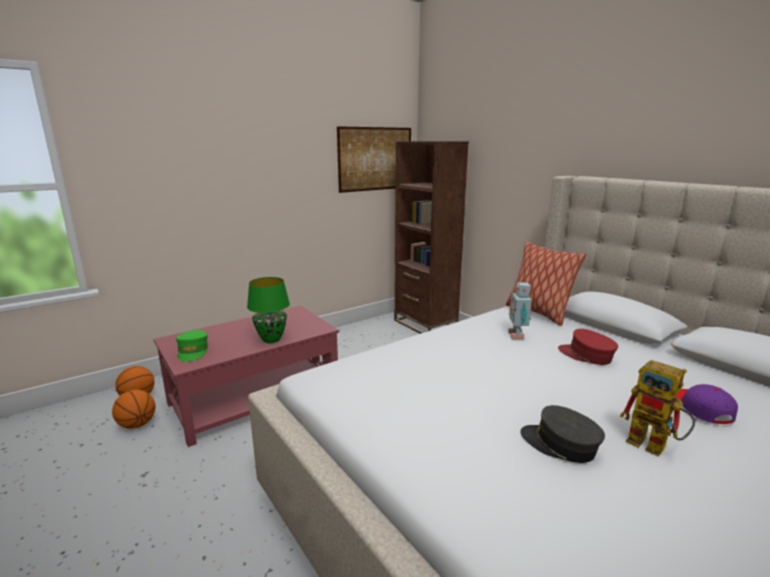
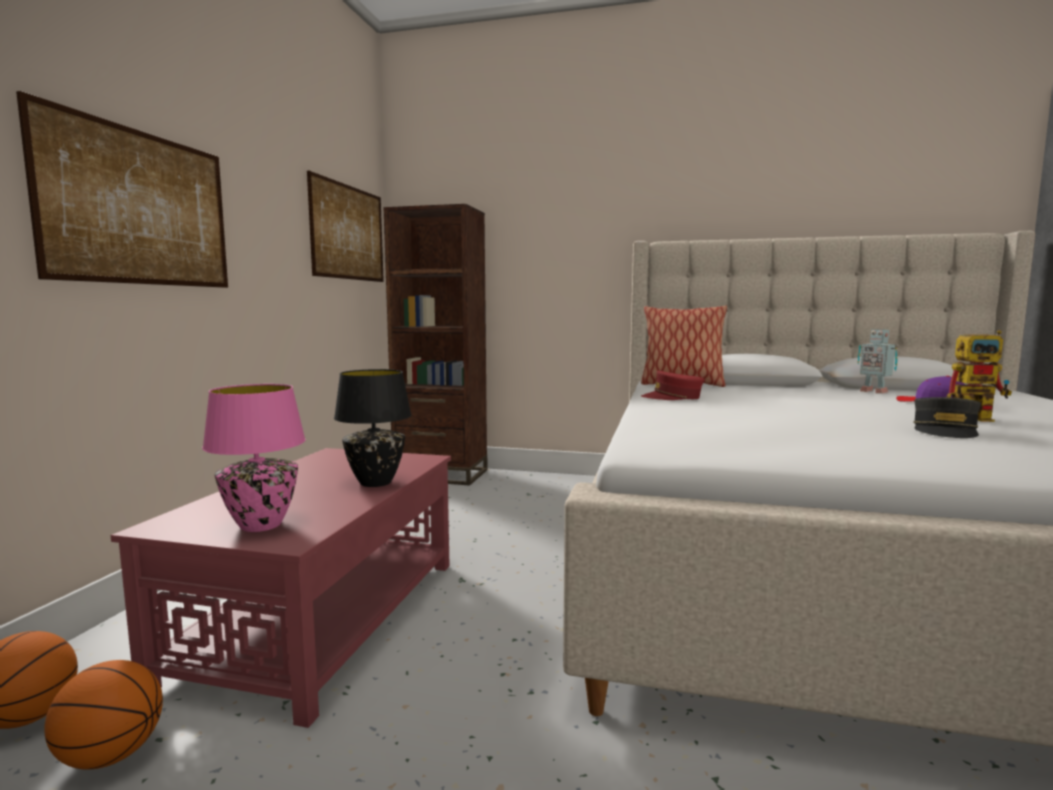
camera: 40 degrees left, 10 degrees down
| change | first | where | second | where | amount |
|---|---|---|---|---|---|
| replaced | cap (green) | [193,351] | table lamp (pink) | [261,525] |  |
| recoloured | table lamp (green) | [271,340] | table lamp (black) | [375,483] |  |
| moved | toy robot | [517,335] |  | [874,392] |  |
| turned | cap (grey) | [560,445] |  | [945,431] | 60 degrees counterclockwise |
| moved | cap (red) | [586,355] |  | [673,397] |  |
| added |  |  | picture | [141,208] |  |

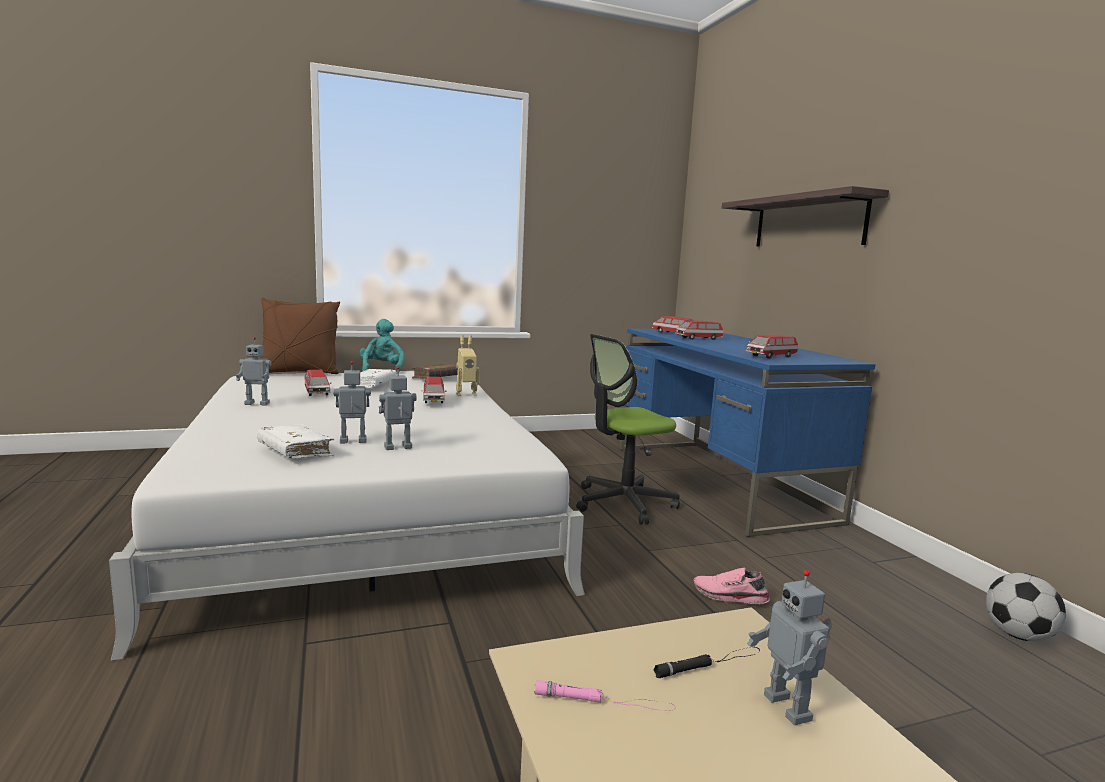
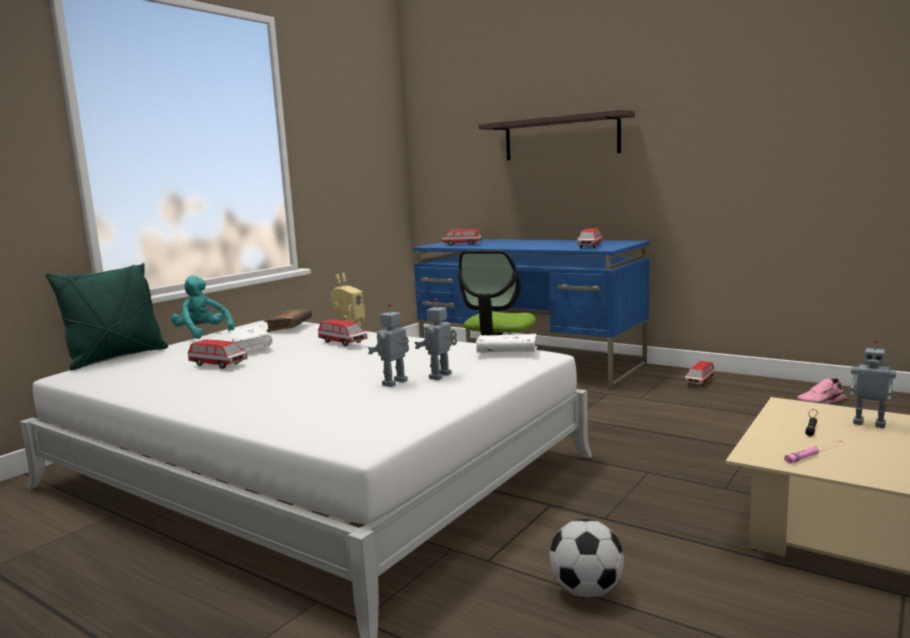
camera: 35 degrees left, 0 degrees up
| change | first | where | second | where | amount |
|---|---|---|---|---|---|
| removed | toy robot | [258,403] |  |  |  |
| moved | book (white) | [295,452] |  | [507,353] |  |
| recoloured | pillow (brown) | [299,373] | pillow (green) | [117,358] |  |
| moved | toy car | [698,338] |  | [699,381] |  |
| moved | shoe (pink) | [729,597] |  | [822,402] |  |
| moved | football | [1017,635] |  | [586,591] |  |

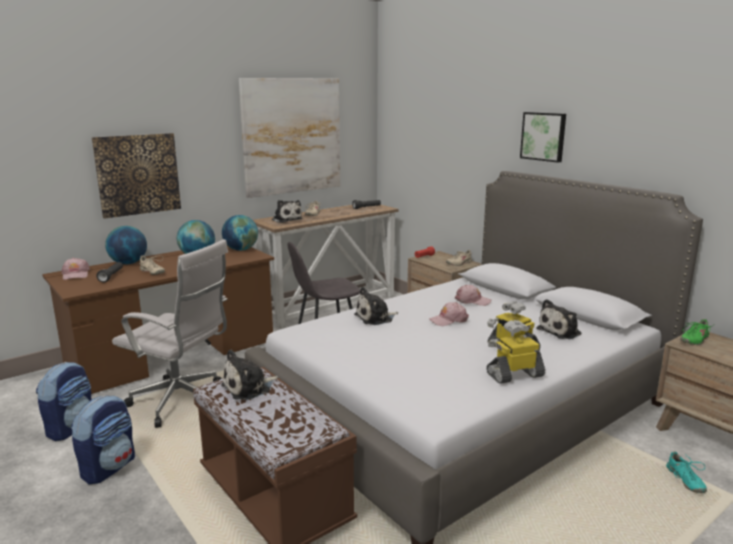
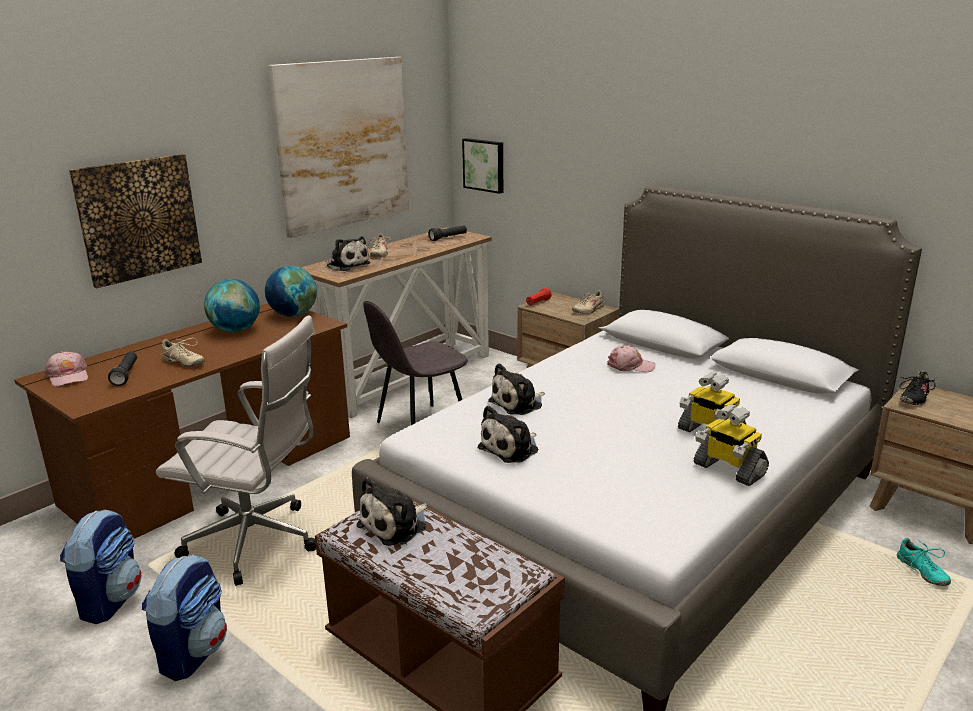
camera: 10 degrees left, 5 degrees up
| change | first | where | second | where | amount |
|---|---|---|---|---|---|
| removed | globe | [128,263] |  |  |  |
| removed | cap (pink) | [448,320] |  |  |  |
| turned | toy robot | [514,375] |  | [728,469] | 105 degrees counterclockwise |
| moved | picture | [543,136] |  | [484,165] |  |
| moved | plush toy | [561,331] |  | [511,448] |  |
| recoloured | shoe (green) | [693,340] | shoe (black) | [913,398] |  |

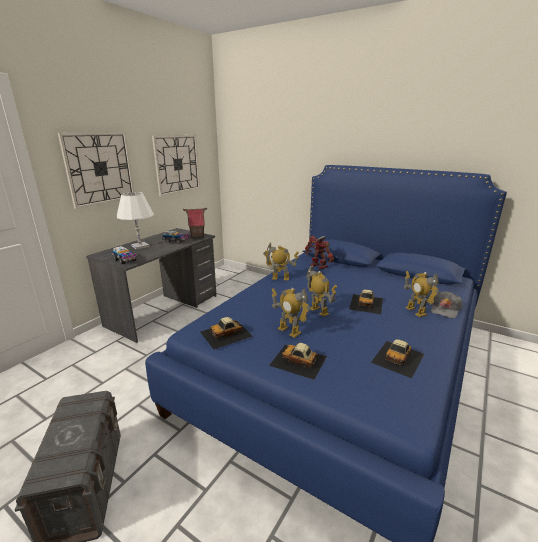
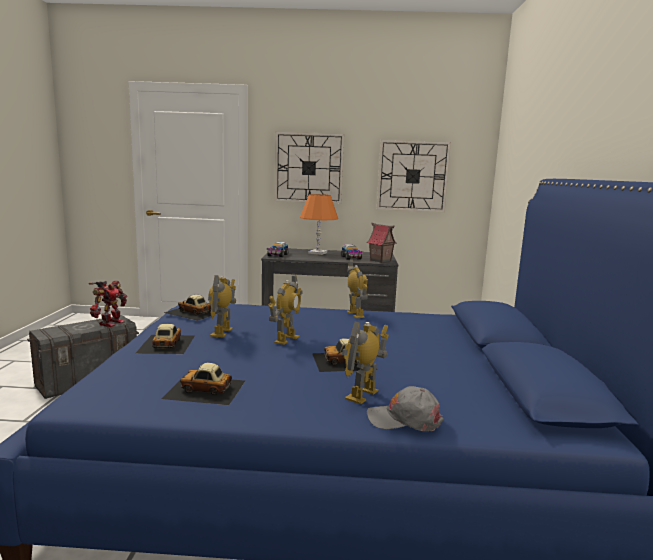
camera: 60 degrees right, 10 degrees down
| change | first | where | second | where | amount |
|---|---|---|---|---|---|
| recoloured | table lamp (white) | [140,246] | table lamp (orange) | [317,253] |  |
| moved | toy robot | [318,266] |  | [110,323] |  |

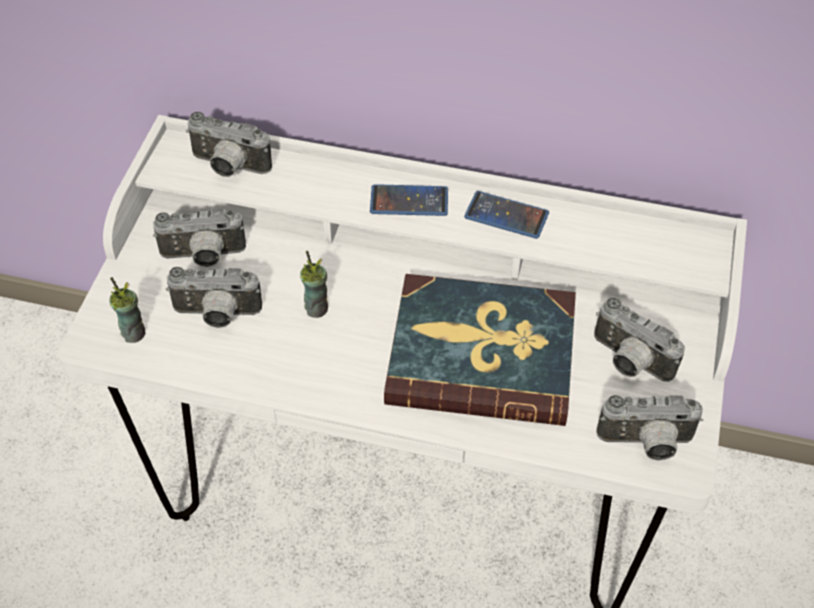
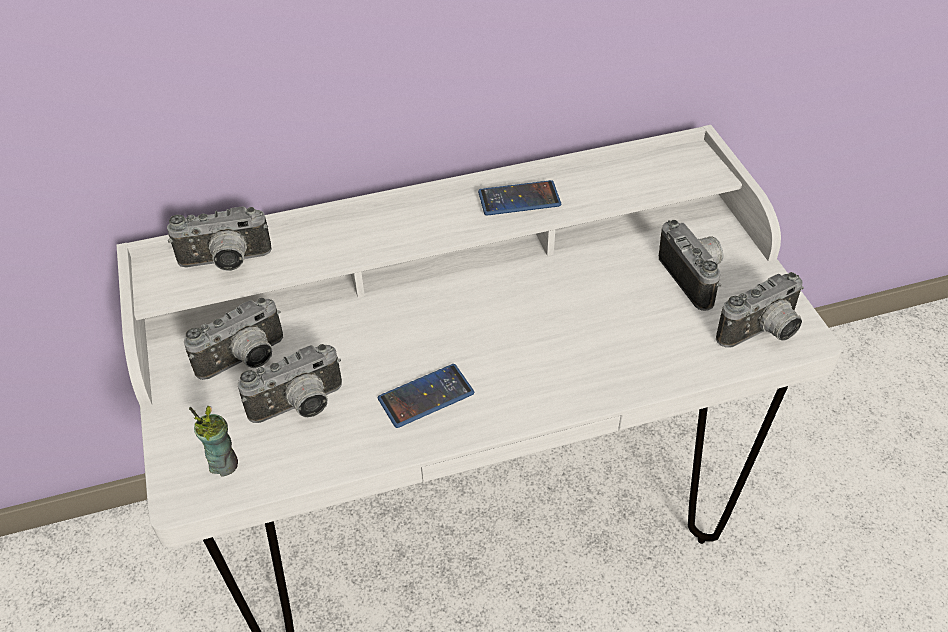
camera: 30 degrees left, 5 degrees down
| change | first | where | second | where | amount |
|---|---|---|---|---|---|
| removed | cup | [317,308] |  |  |  |
| moved | phone | [409,201] |  | [426,396] |  |
| removed | book | [481,354] |  |  |  |
| turned | photo camera | [628,362] |  | [694,277] | 120 degrees counterclockwise |

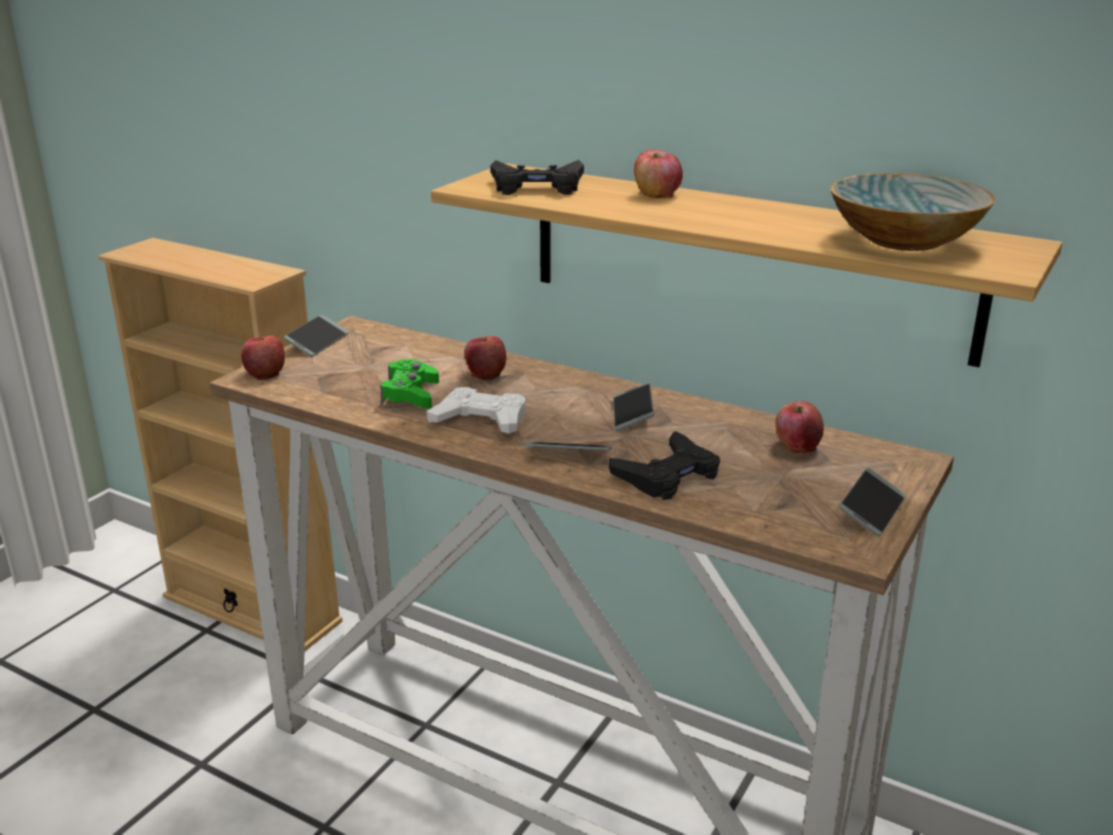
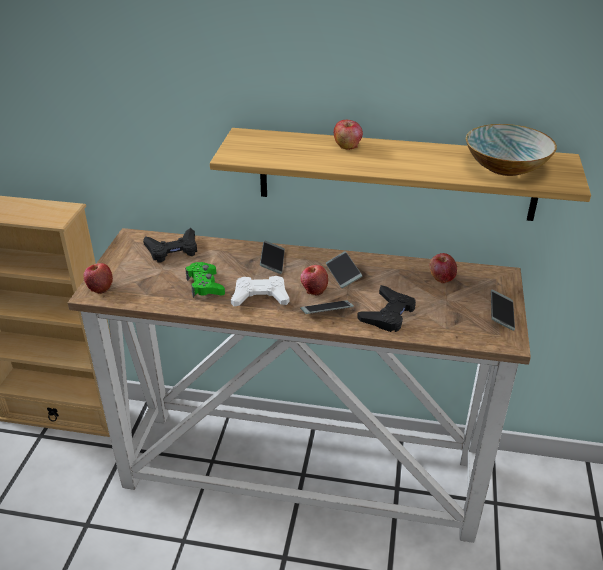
camera: 20 degrees left, 10 degrees up
| change | first | where | second | where | amount |
|---|---|---|---|---|---|
| moved | phone | [317,342] |  | [272,261] |  |
| moved | apple | [485,373] |  | [314,289] |  |
| moved | game controller (black) | [537,186] |  | [173,250] |  |

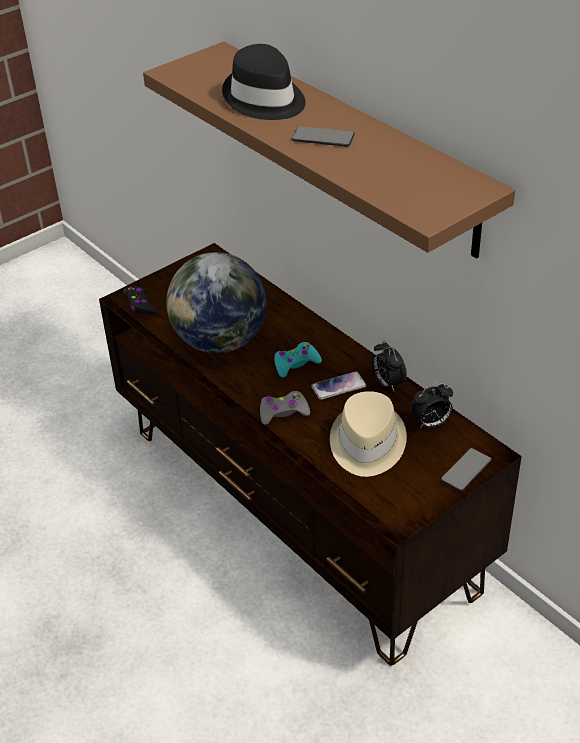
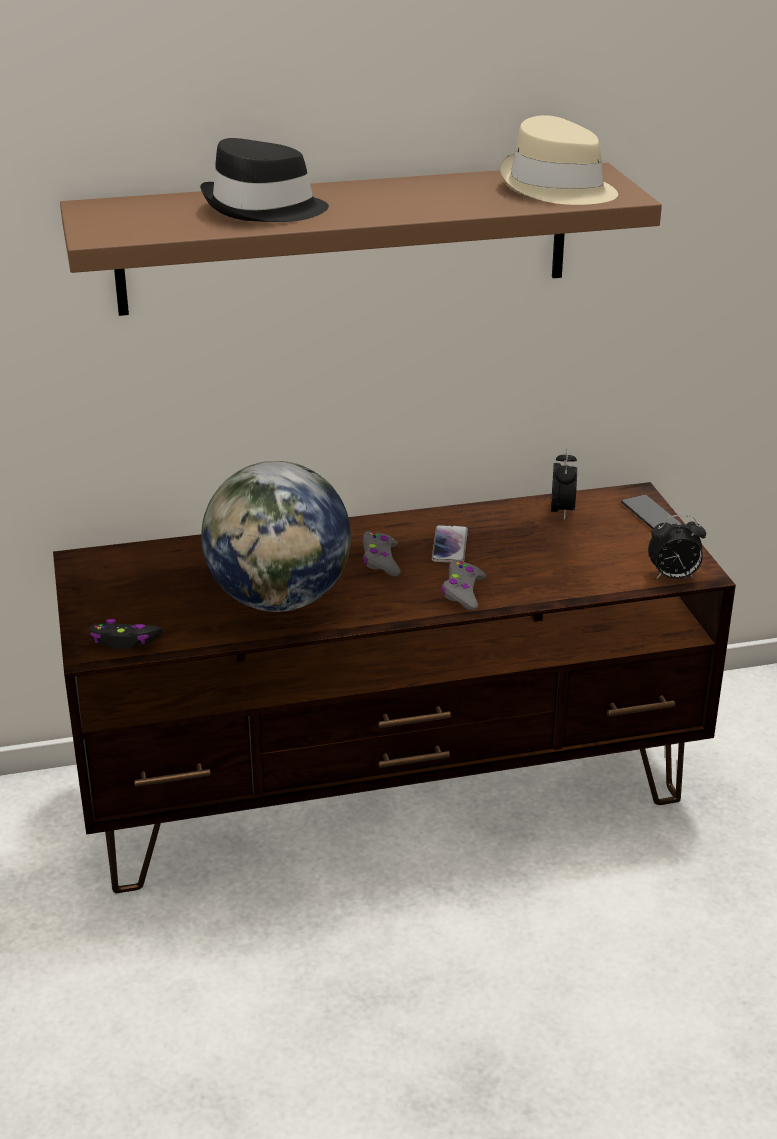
camera: 65 degrees left, 10 degrees down
| change | first | where | second | where | amount |
|---|---|---|---|---|---|
| recoloured | game controller (turquoise) | [296,364] | game controller (grey) | [380,560] |  |
| removed | phone | [323,138] |  |  |  |
| moved | hat (beige) | [366,443] |  | [557,188] |  |
| moved | alarm clock | [387,383] |  | [673,577] |  |

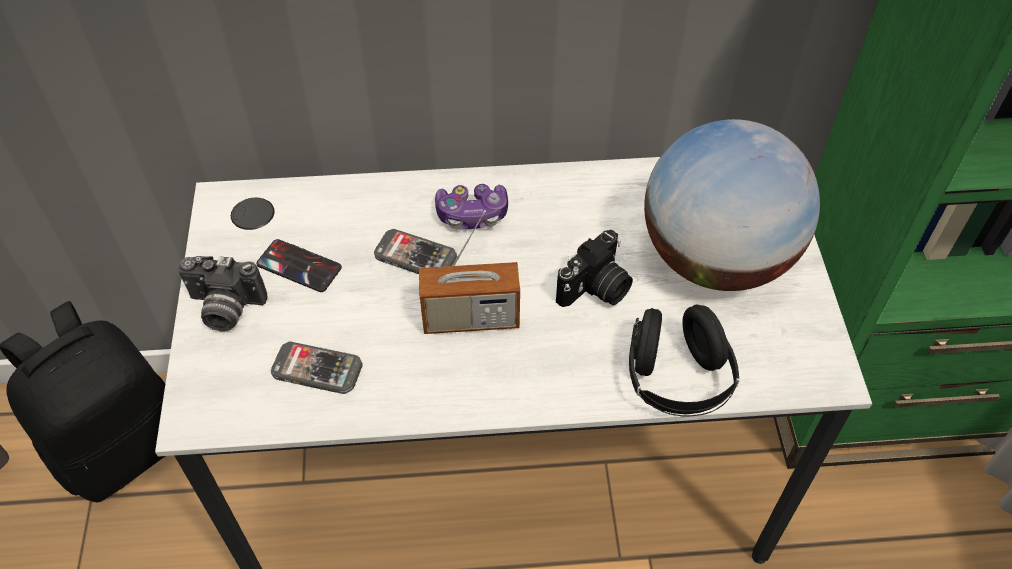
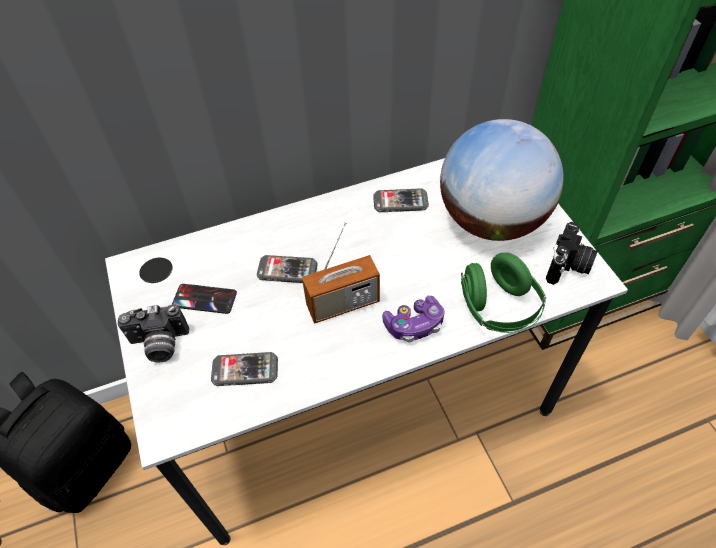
camera: 15 degrees left, 0 degrees up
| change | first | where | second | where | amount |
|---|---|---|---|---|---|
| moved | game controller | [472,214] |  | [414,325] |  |
| moved | photo camera | [596,289] |  | [568,266] |  |
| recoloured | headphones (black) | [676,379] | headphones (green) | [498,308] |  |
| added |  |  | phone | [400,202] |  |

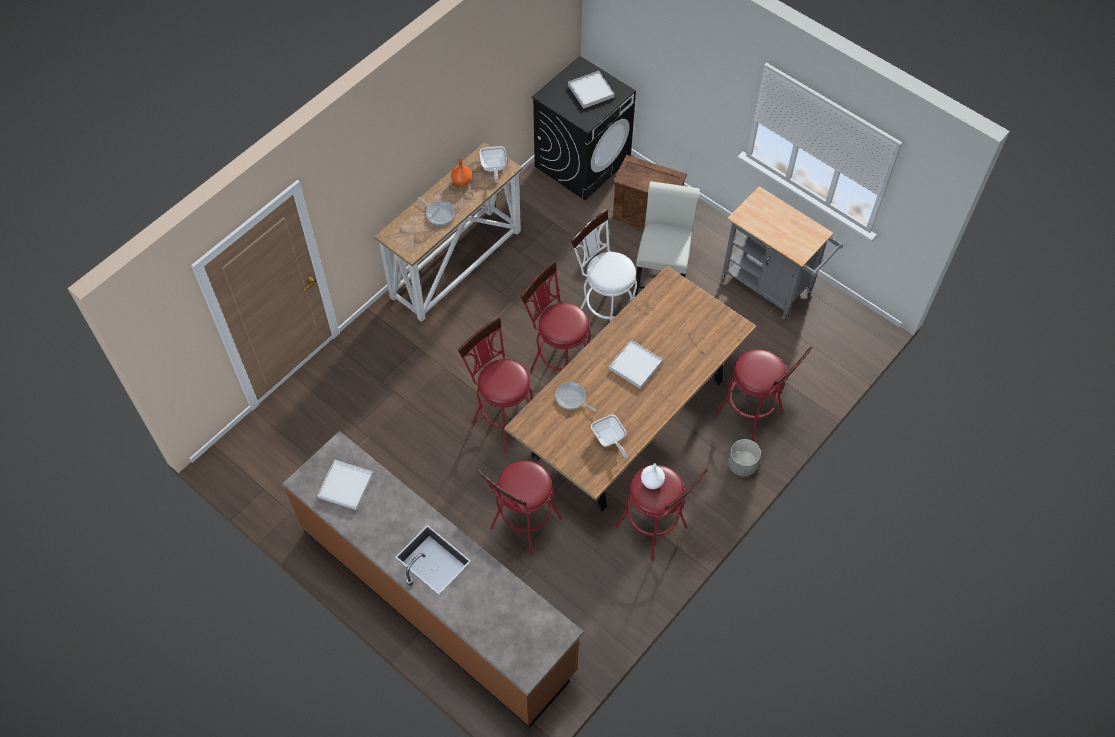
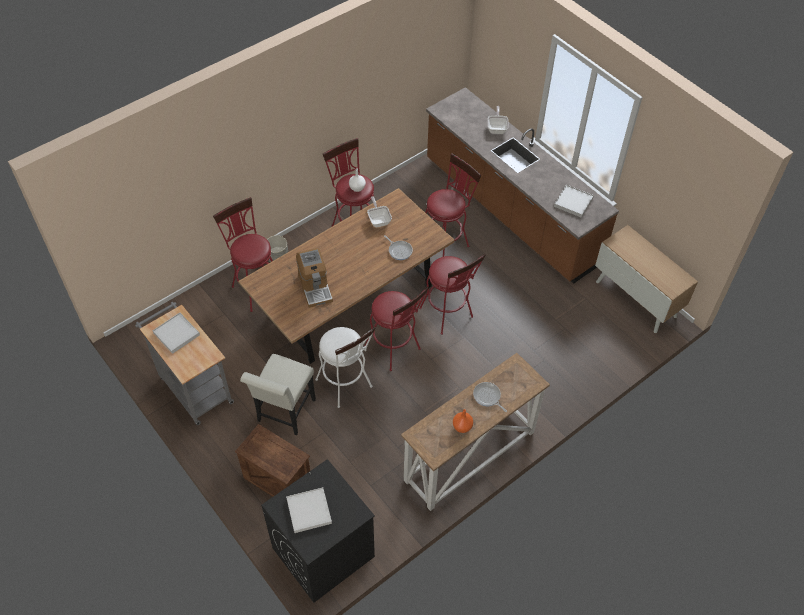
camera: 170 degrees left, 5 degrees down
| change | first | where | second | where | amount |
|---|---|---|---|---|---|
| moved | frying pan | [493,168] |  | [497,128] |  |
| moved | tray (white) | [635,365] |  | [176,334] |  |
| added |  |  | coffee machine | [315,287] |  |
| added |  |  | cabinet | [636,299] |  |

